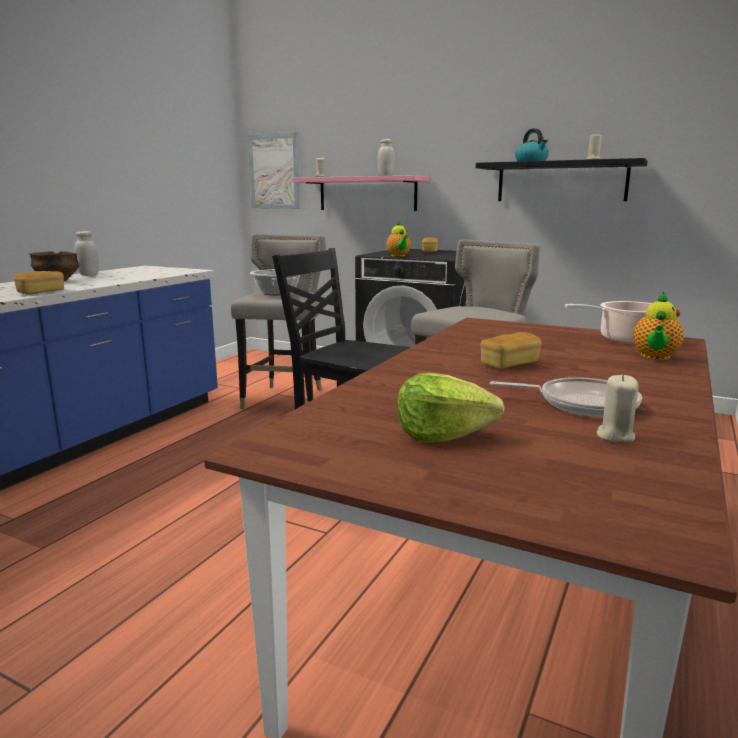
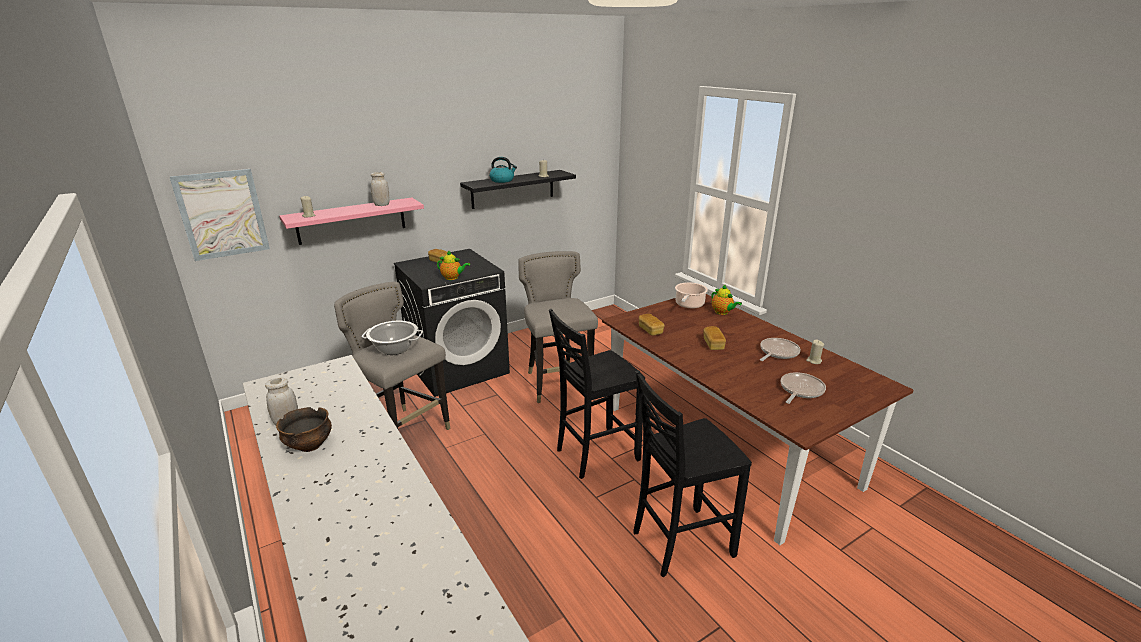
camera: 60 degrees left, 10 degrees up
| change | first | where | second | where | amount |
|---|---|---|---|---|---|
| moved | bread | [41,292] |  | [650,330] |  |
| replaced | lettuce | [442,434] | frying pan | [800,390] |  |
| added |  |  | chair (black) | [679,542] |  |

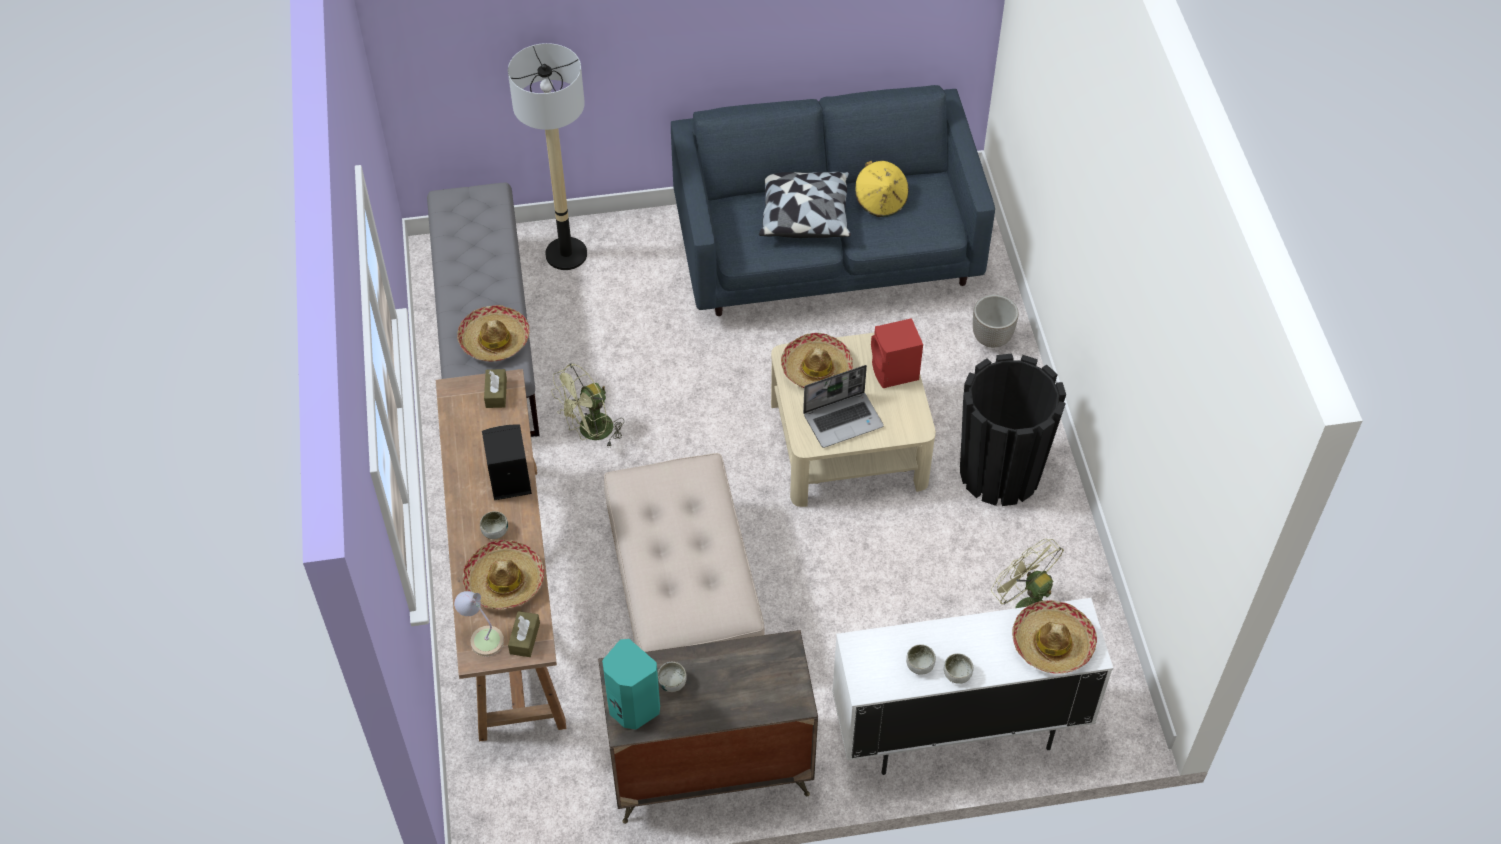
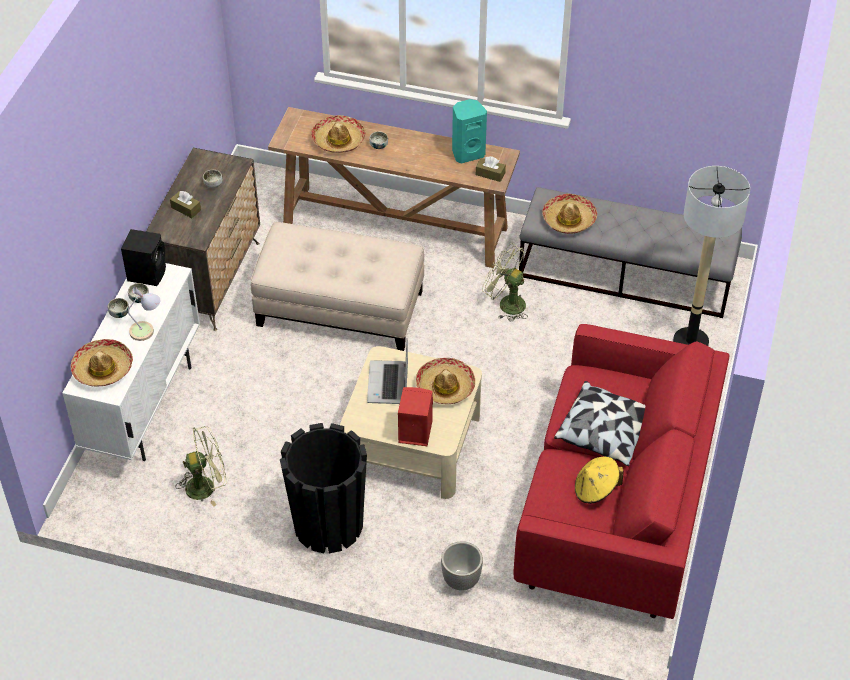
camera: 115 degrees right, 5 degrees down
| change | first | where | second | where | amount |
|---|---|---|---|---|---|
| moved | table lamp | [482,637] |  | [147,330] |  |
| moved | speaker (black) | [508,480] |  | [147,273] |  |
| moved | tissue box (brown) | [525,638] |  | [186,209] |  |
| turned | fan (green) | [590,432] |  | [506,303] | 45 degrees counterclockwise |
| moved | speaker (turquoise) | [632,708] |  | [467,153] |  |
| recoloured | sofa (blue) | [826,251] | sofa (red) | [615,506] |  |

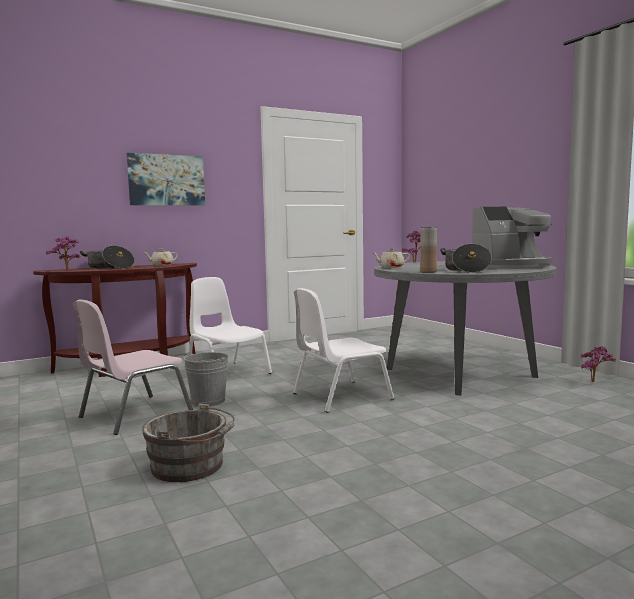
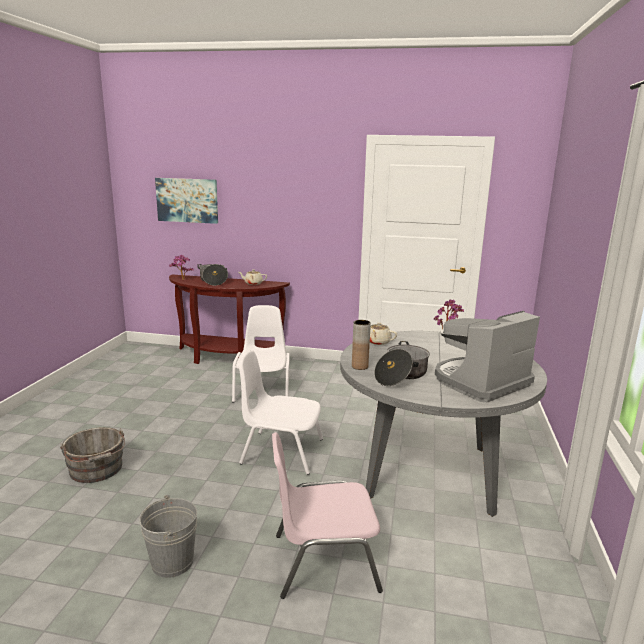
camera: 40 degrees right, 10 degrees up
| change | first | where | second | where | amount |
|---|---|---|---|---|---|
| moved | chair (pink) | [133,415] |  | [323,561] |  |
| moved | picture | [166,180] |  | [187,200] |  |
| moved | bucket (grey) | [208,401] |  | [172,562] |  |
| turned | coffee machine | [511,266] |  | [480,382] | 120 degrees clockwise |
| removed | potted plant | [595,382] |  |  |  |

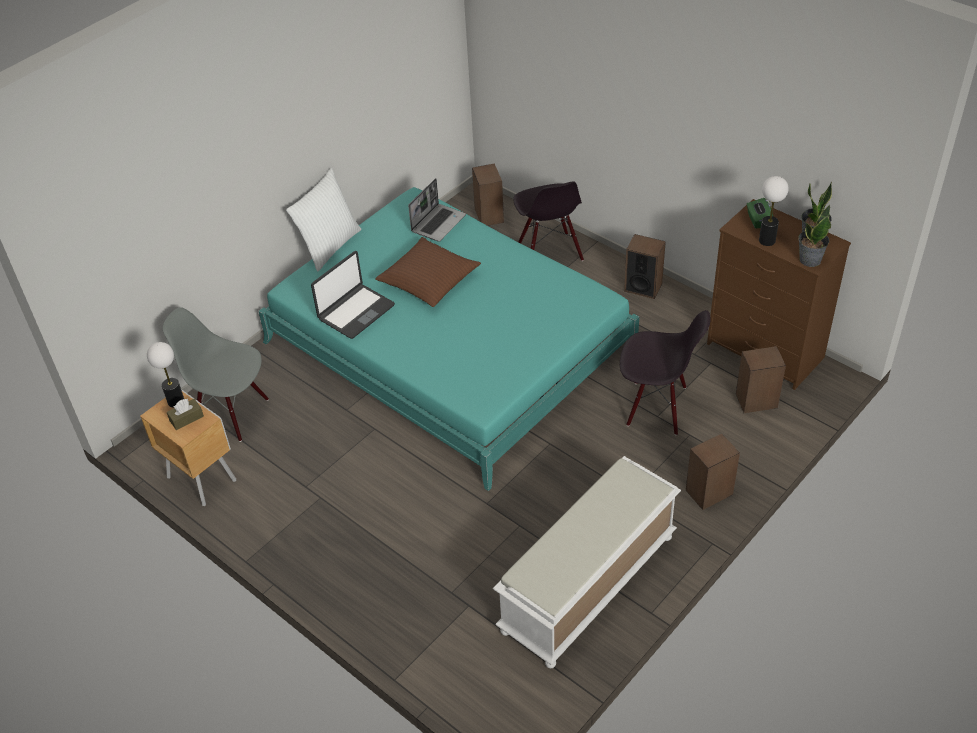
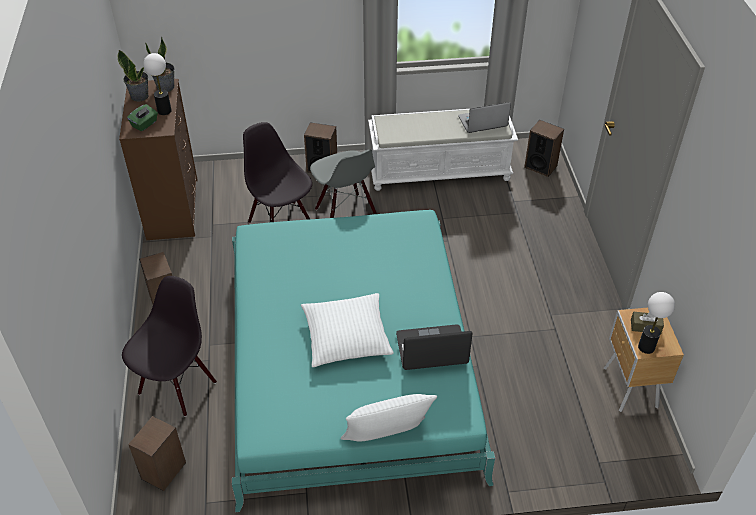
camera: 140 degrees left, 0 degrees up
| change | first | where | second | where | amount |
|---|---|---|---|---|---|
| moved | chair (grey) | [232,414] |  | [345,214] |  |
| recoloured | pillow (brown) | [428,280] | pillow (white) | [346,336] |  |
| moved | laptop | [438,223] |  | [482,122] |  |
| moved | speaker | [756,401] |  | [540,166] |  |

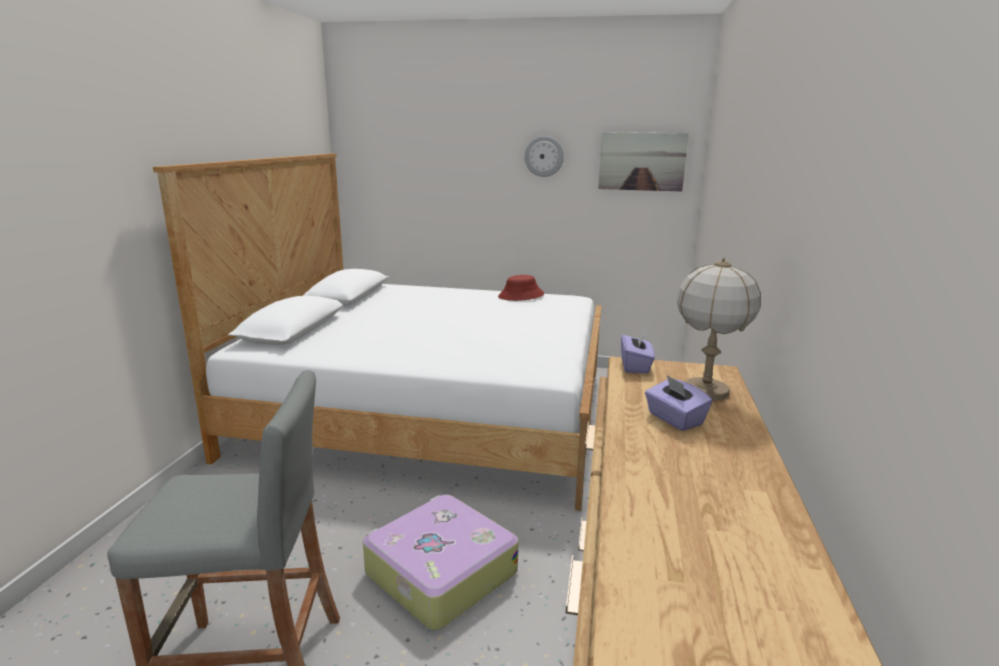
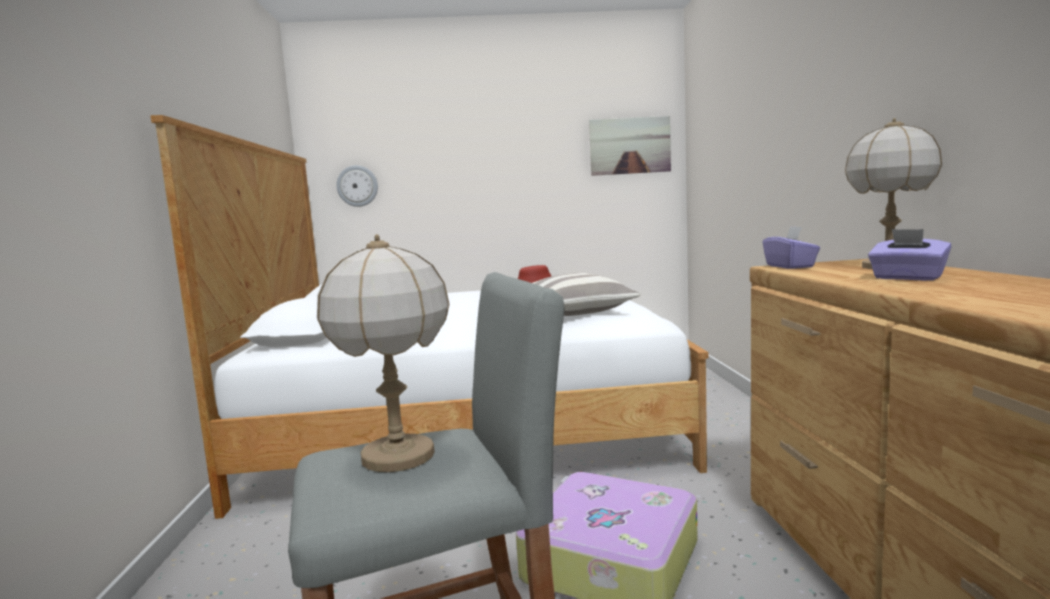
camera: 15 degrees left, 10 degrees down
| change | first | where | second | where | amount |
|---|---|---|---|---|---|
| moved | wall clock | [544,156] |  | [357,186] |  |
| added |  |  | table lamp | [397,456] |  |
| added |  |  | pillow | [574,312] |  |

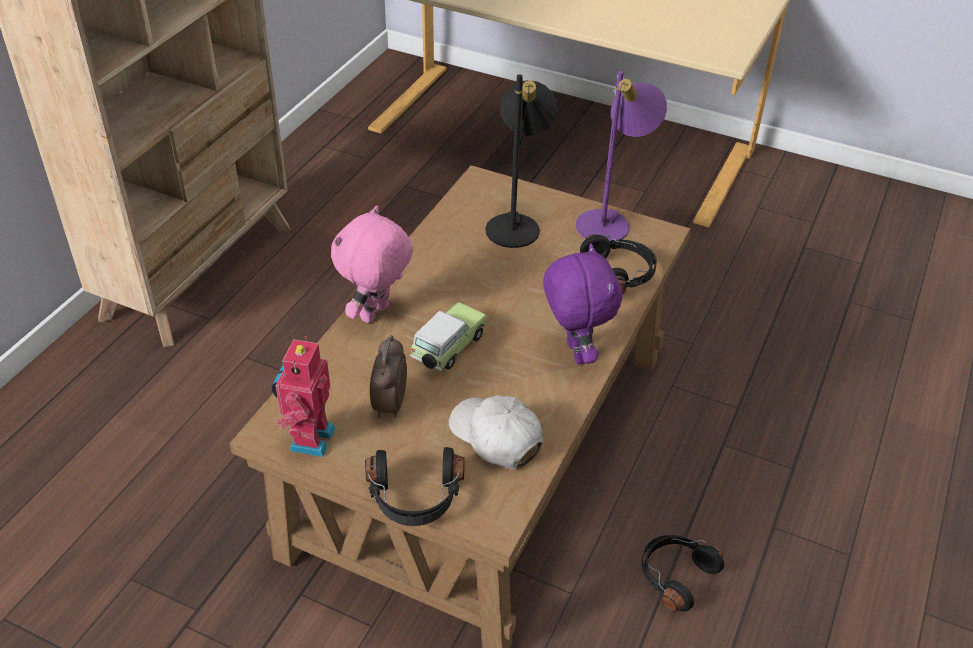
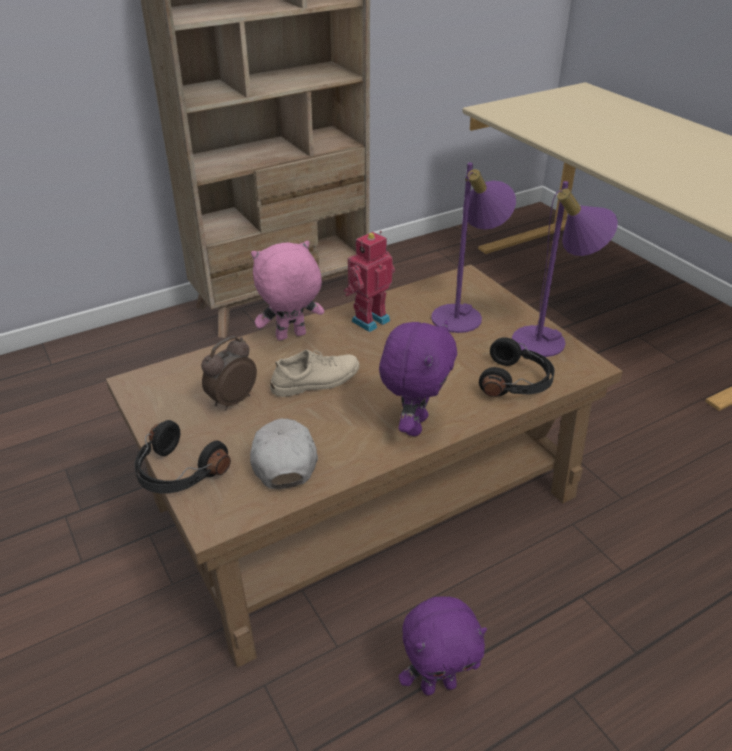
camera: 35 degrees right, 5 degrees down
| change | first | where | second | where | amount |
|---|---|---|---|---|---|
| moved | toy robot | [309,438] |  | [368,320] |  |
| replaced | toy car | [447,349] | shoe (beige) | [316,380] |  |
| recoloured | table lamp (black) | [516,224] | table lamp (purple) | [464,315] |  |
| replaced | headphones (black) | [674,576] | plush toy (purple) | [438,684] |  |

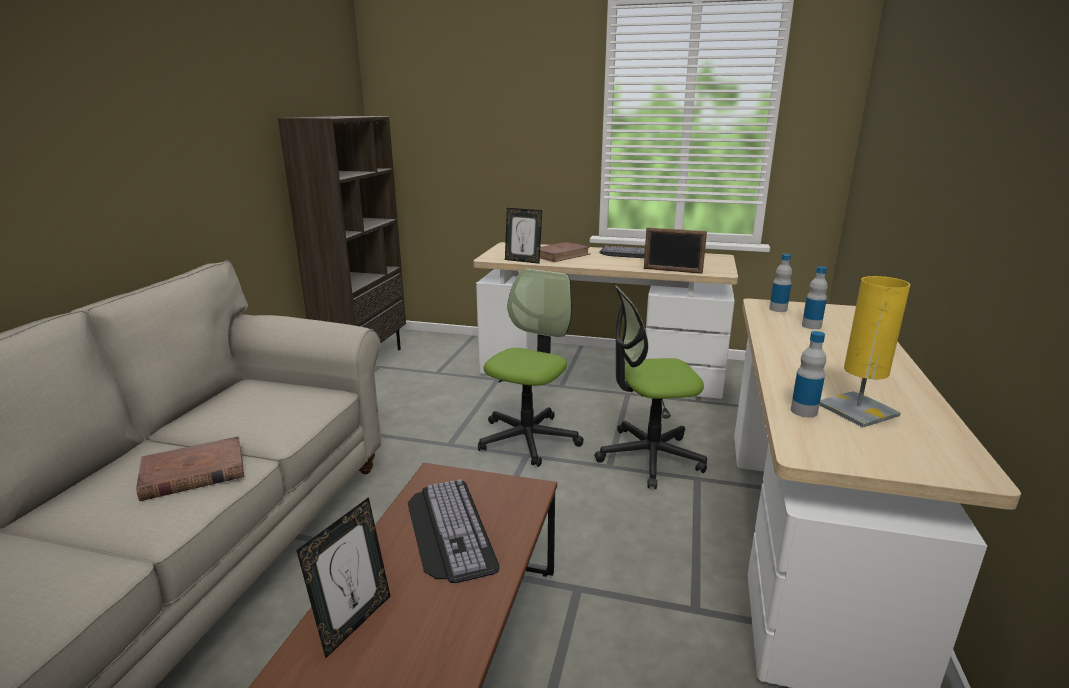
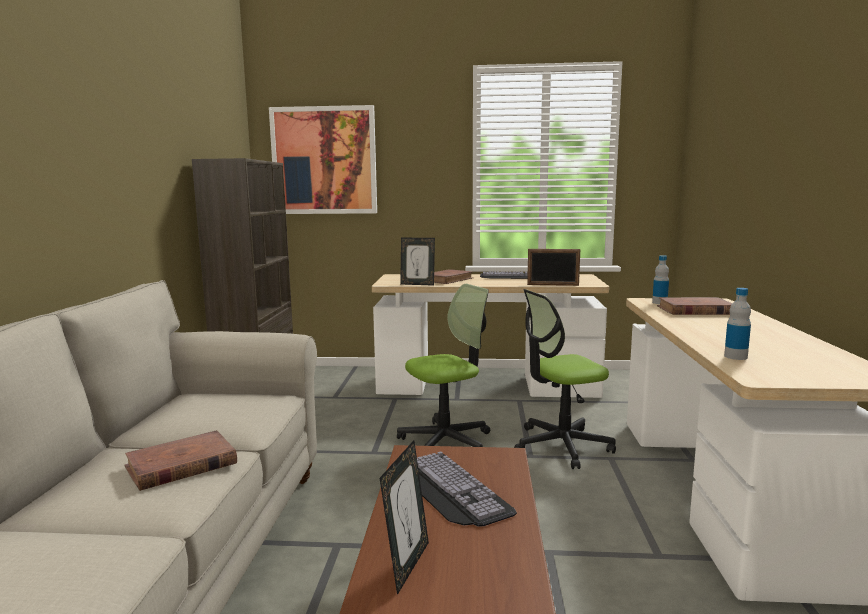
camera: 10 degrees left, 10 degrees down
| change | first | where | second | where | amount |
|---|---|---|---|---|---|
| turned | office chair | [528,439] |  | [446,442] | 45 degrees clockwise |
| replaced | bottle | [811,326] | book (brown) | [694,310] |  |
| removed | table lamp (yellow) | [857,410] |  |  |  |
| added |  |  | picture | [324,161] |  |

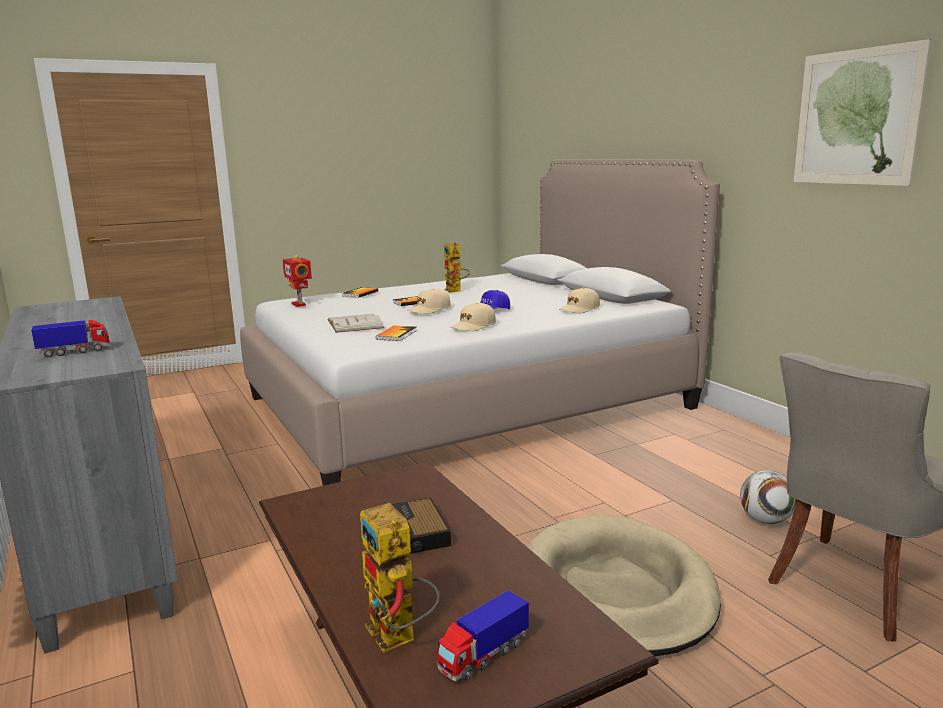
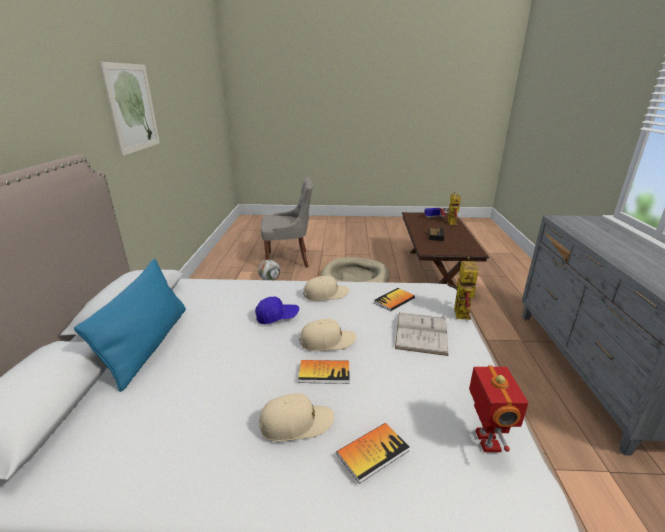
camera: 150 degrees left, 10 degrees up
| change | first | where | second | where | amount |
|---|---|---|---|---|---|
| removed | toy truck | [75,352] |  |  |  |
| moved | toy robot | [456,291] |  | [458,311] |  |
| moved | cap (beige) | [579,309] |  | [296,423] |  |
| added |  |  | pillow (blue) | [149,344] |  |

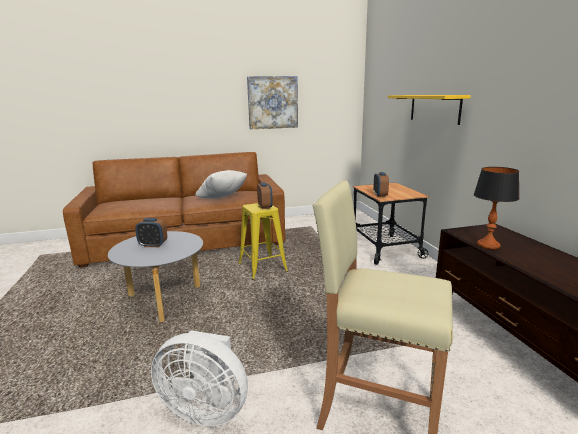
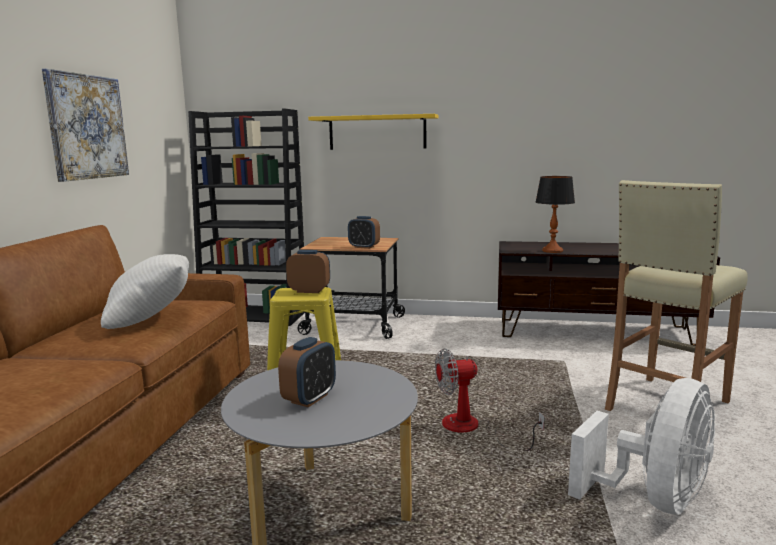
camera: 65 degrees left, 5 degrees down
| change | first | where | second | where | amount |
|---|---|---|---|---|---|
| added |  |  | bookcase (black) | [255,315] |  |
| added |  |  | fan | [472,429] |  |

